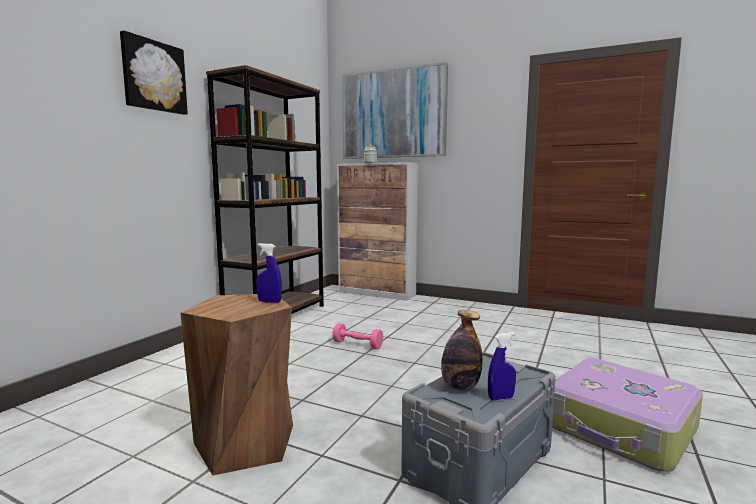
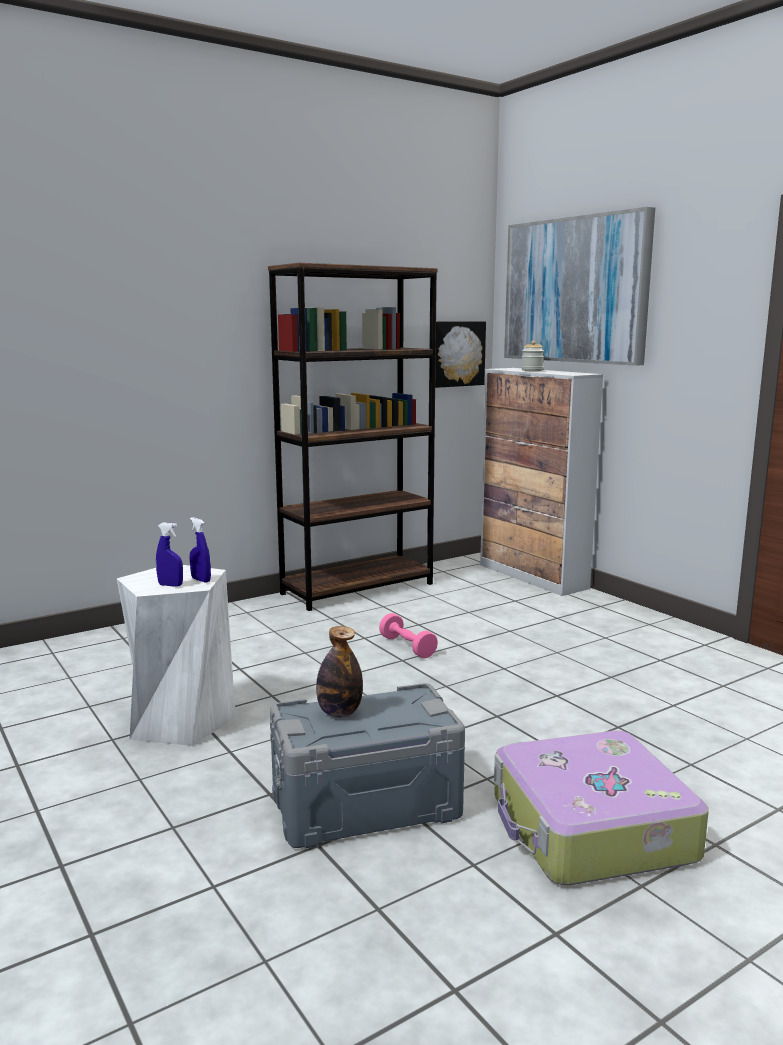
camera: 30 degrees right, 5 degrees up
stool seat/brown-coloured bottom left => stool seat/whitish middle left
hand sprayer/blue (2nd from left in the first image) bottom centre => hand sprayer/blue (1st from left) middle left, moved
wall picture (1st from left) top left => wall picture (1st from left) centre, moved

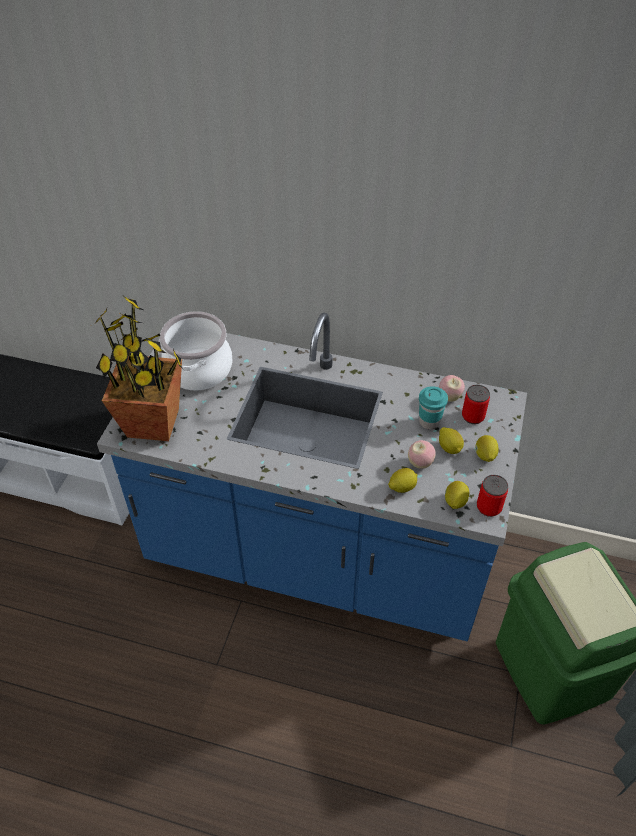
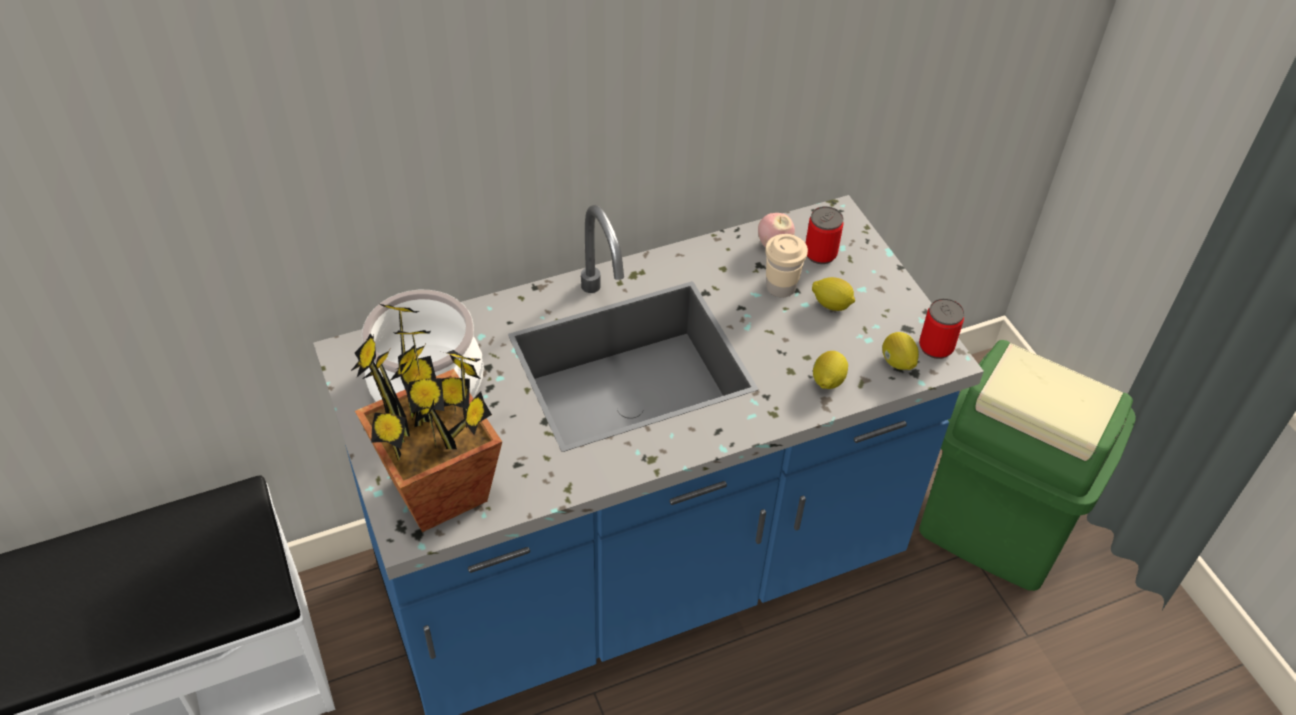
camera: 40 degrees left, 0 degrees up
drinking cup/turquoise-coloured middle right => drinking cup/beige-coloured centre
apple (1st from left) centre => nothing
whole lemon (4th from left) middle right => nothing

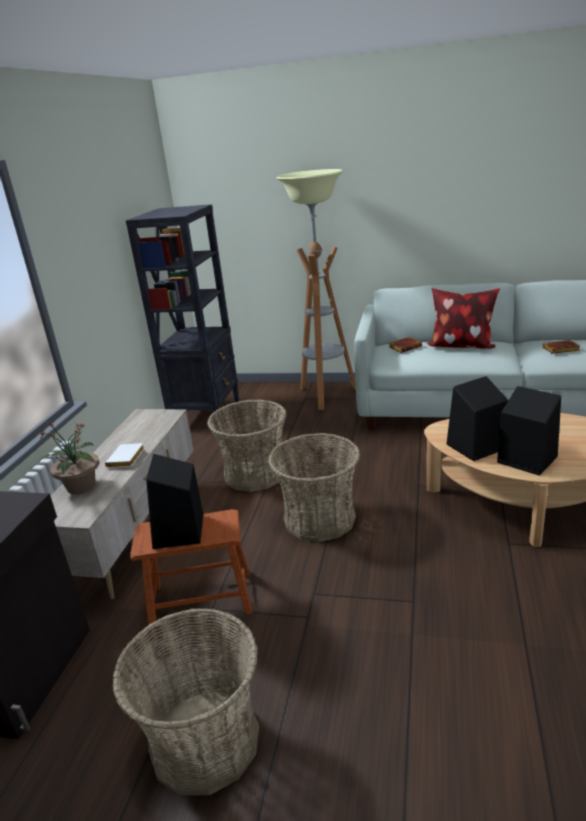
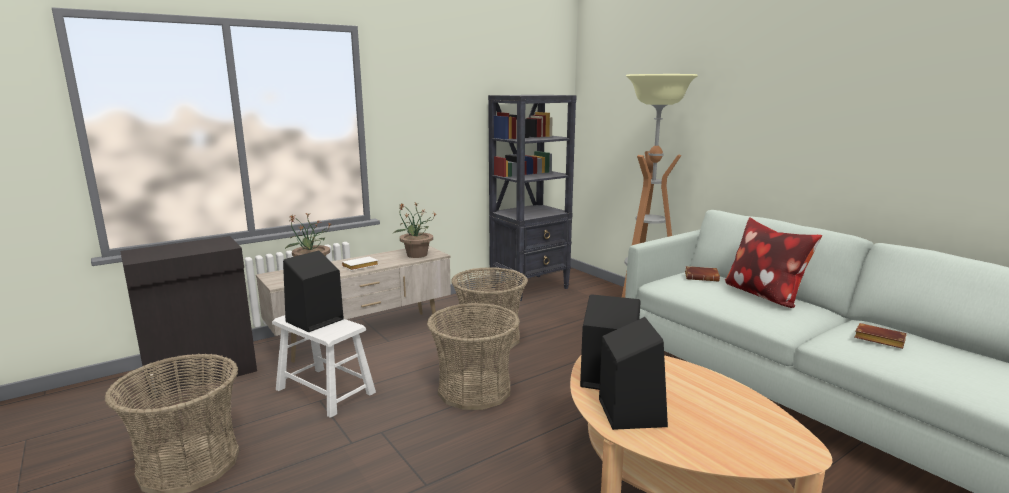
camera: 40 degrees right, 10 degrees down
stool seat/brown-coloured bottom left => stool seat/whitish bottom left
nothing => plant in a pot (2nd from left) centre

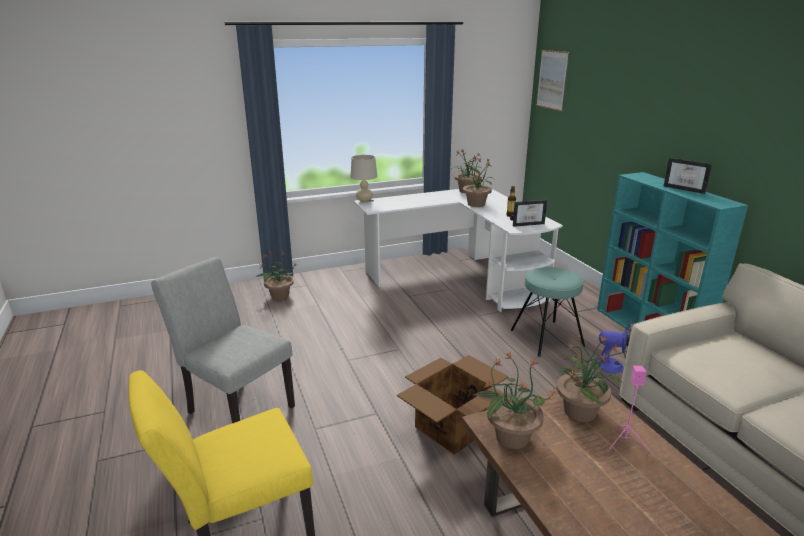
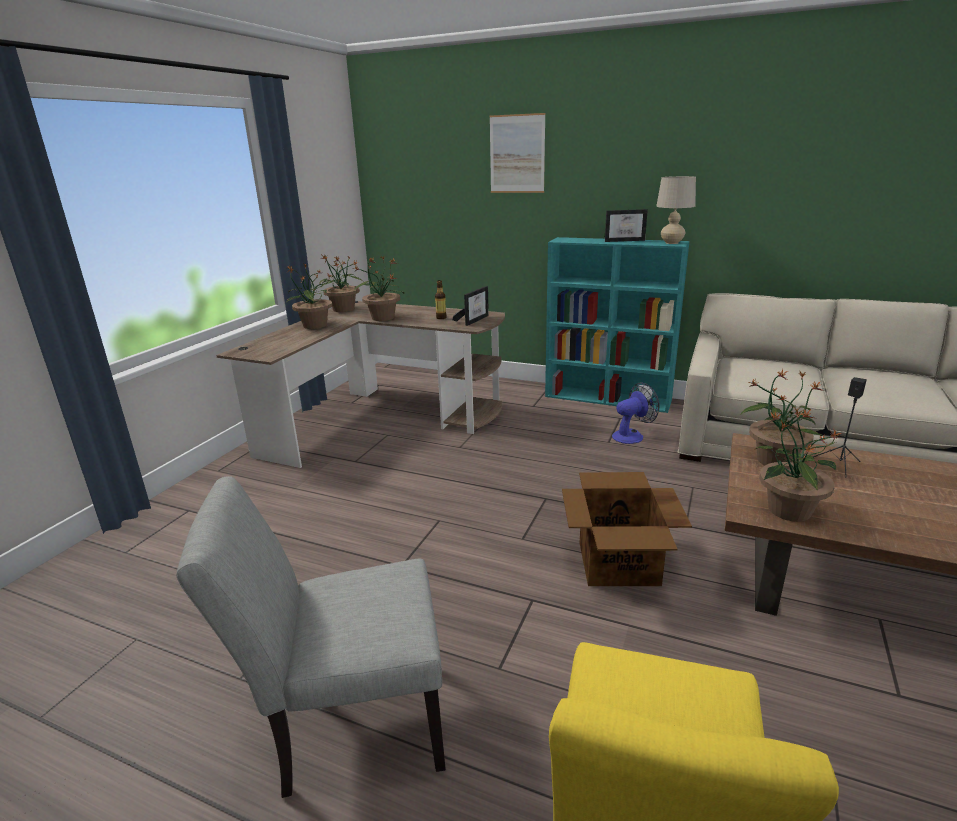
camera: 45 degrees left, 0 degrees up
desk table/whitish centre => desk table/brown-coloured centre
plant in a pot (1st from left) centre => plant in a pot (1st from left) middle left, moved
wall picture top right => wall picture top centre, moved
lamp for a table/beige-coloured centre => lamp for a table/beige-coloured top right, moved
speaker/pink-coloured bottom right => speaker/blackish middle right
stool seat/turquoise-coloured middle right => nothing

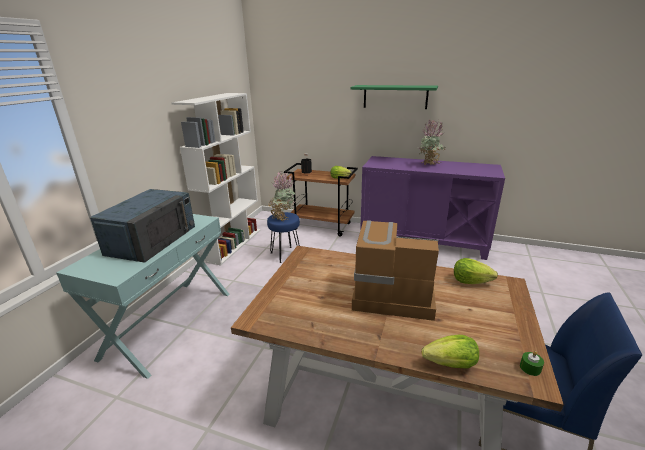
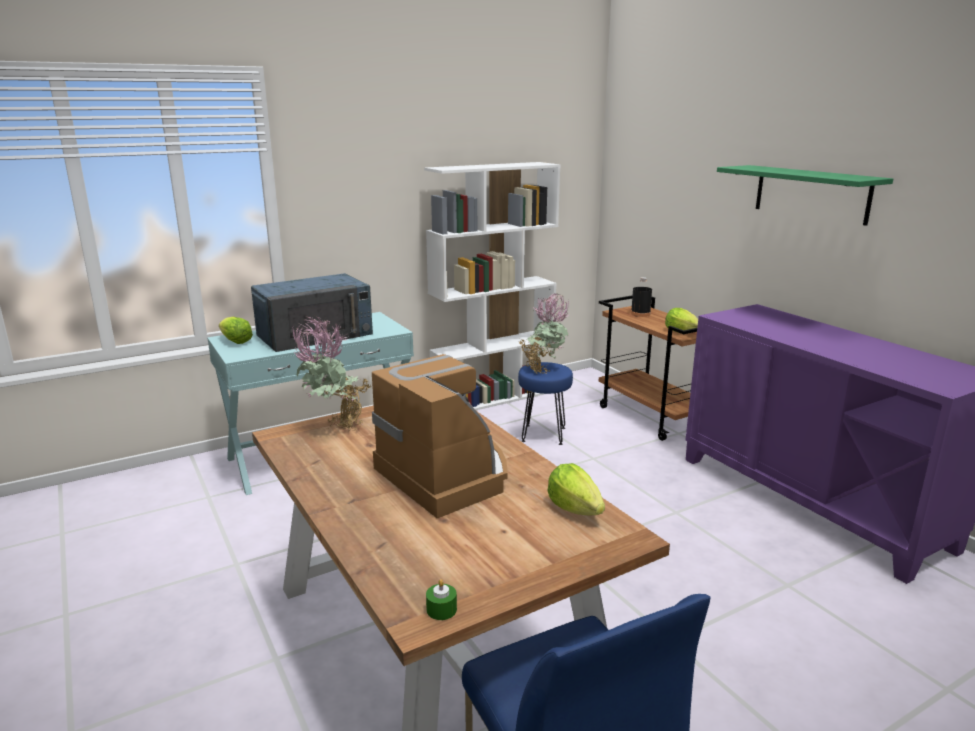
camera: 40 degrees right, 5 degrees down
lettuce head (2nd from left in the first image) bottom right => lettuce head (1st from left) middle left, moved
plant in a pot (2nd from left in the first image) top right => plant in a pot (1st from left) centre, moved

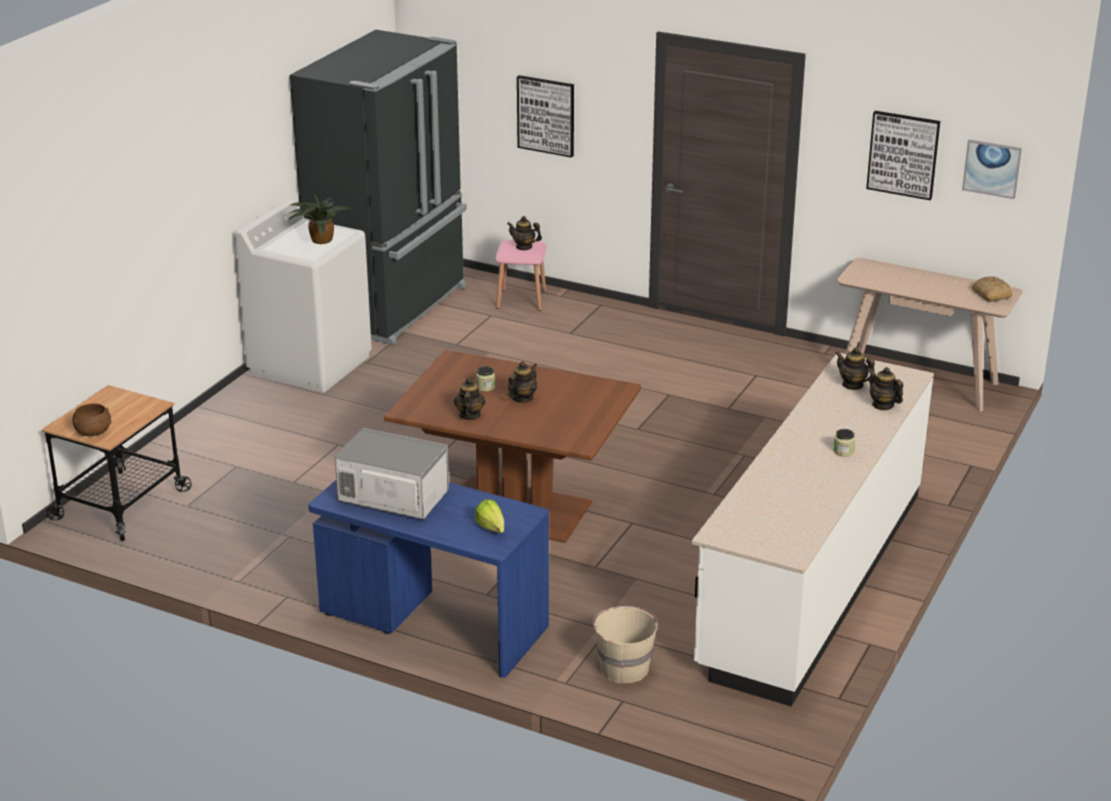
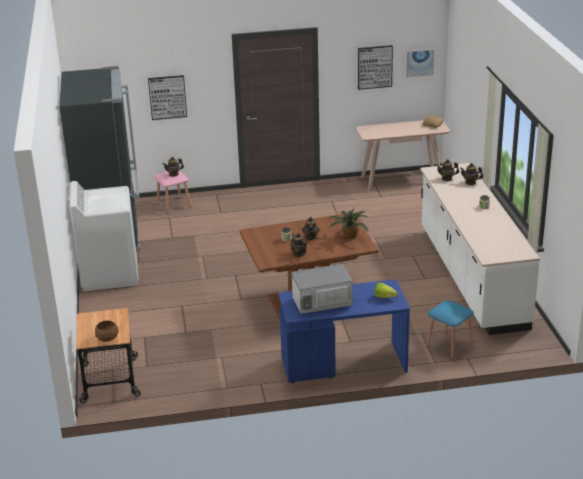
camera: 35 degrees left, 0 degrees up
plant in a pot top left => plant in a pot centre, moved
water bucket/beige-coloured bottom centre => stool seat/blue bottom right

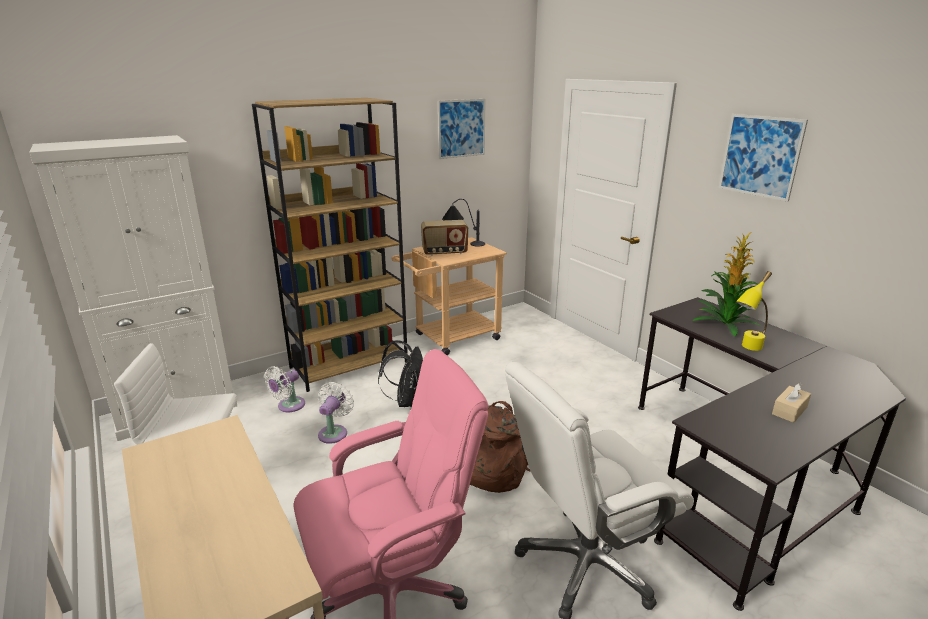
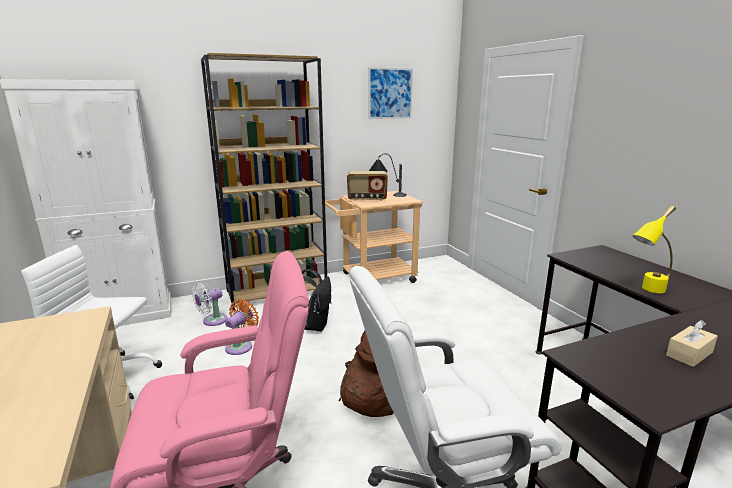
camera: 10 degrees right, 5 degrees down
electric fan/whitish (2nd from left) bottom centre => electric fan/orange bottom left
plant in a pot middle right => nothing
wall picture (2nd from left) top right => nothing

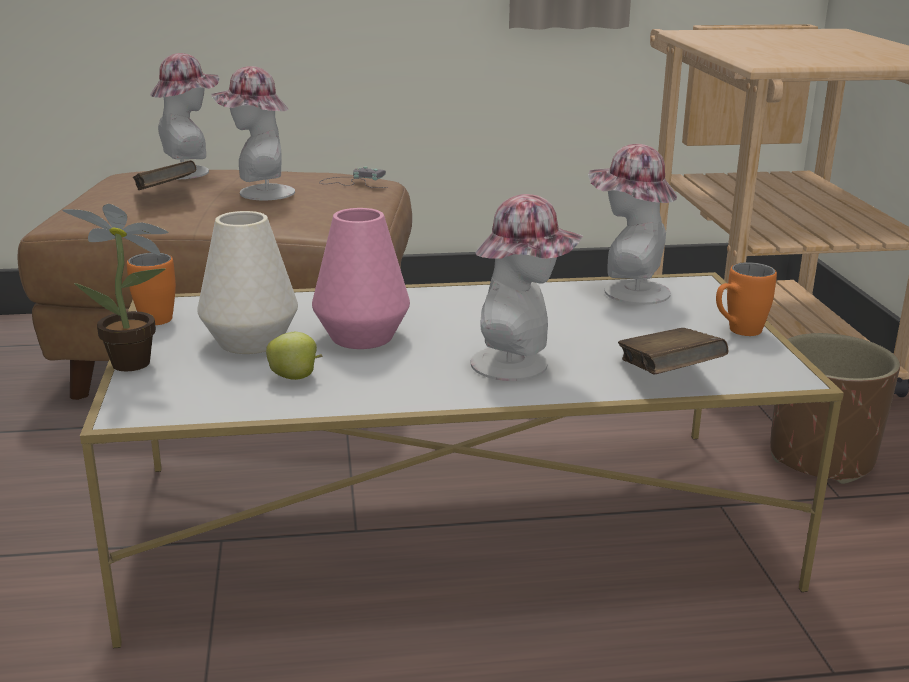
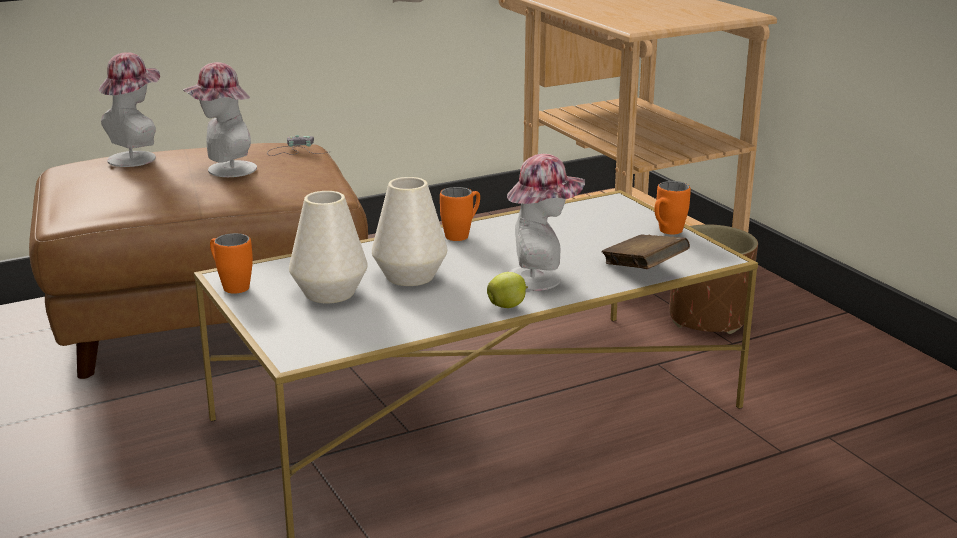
camera: 20 degrees left, 0 degrees up
flower vase/pink-coloured centre => flower vase/whitish (2nd from left) centre
nothing => tea mug/orange (2nd from left) centre
apple middle left => apple centre, moved
plant in a pot middle left => nothing
book/brown-coloured (1st from left) top left => nothing
hat (4th from left) top right => nothing

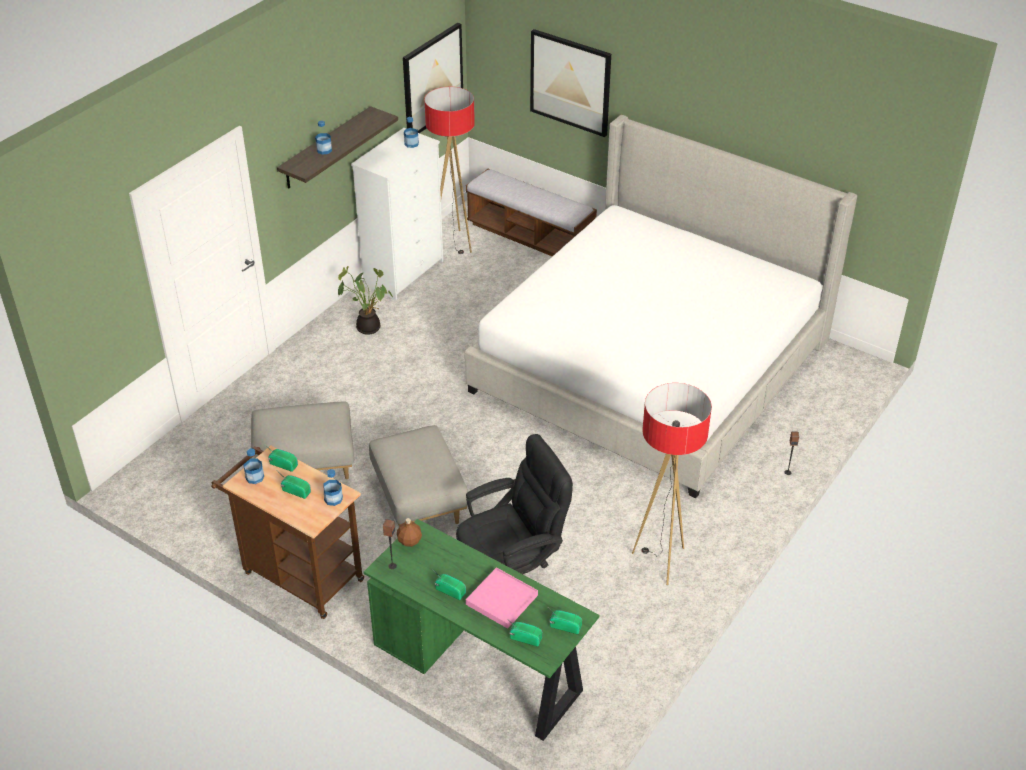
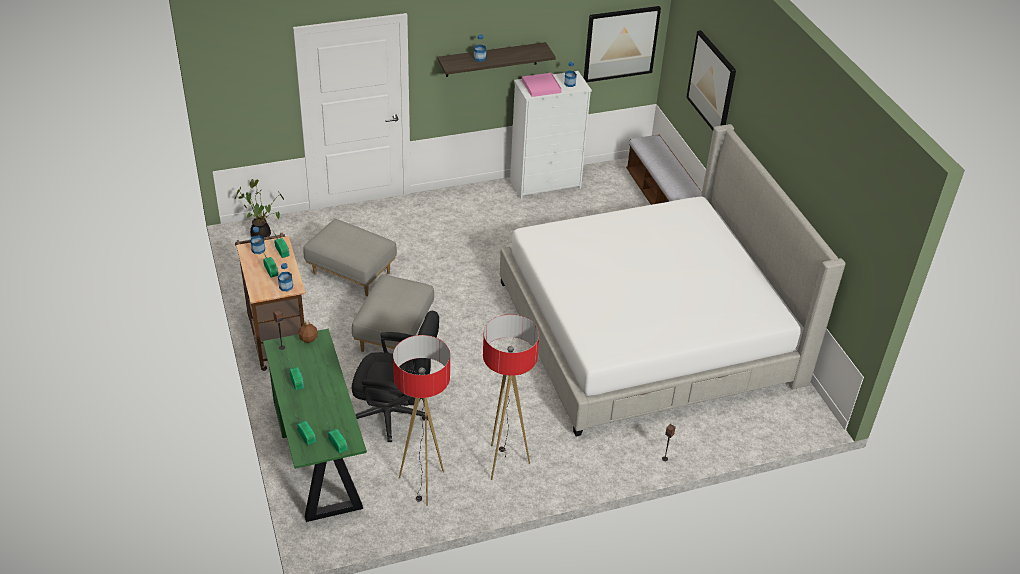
camera: 35 degrees right, 0 degrees up
plant in a pot centre => plant in a pot middle left, moved
standing lamp (1st from left) top centre => standing lamp (1st from left) bottom centre, moved
serving tray/pink-coloured bottom centre => serving tray/pink-coloured top centre, moved

